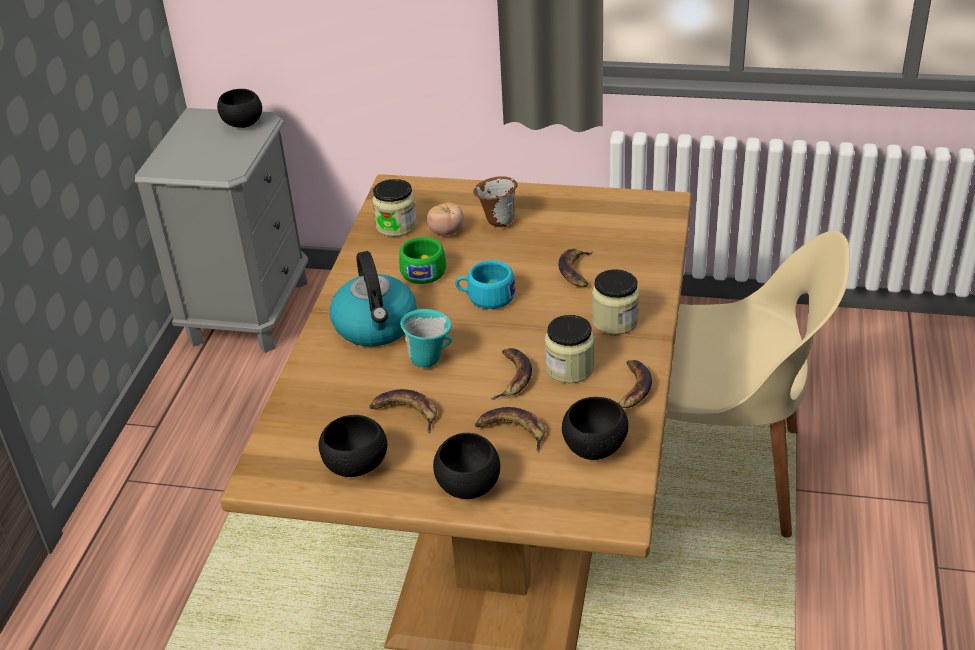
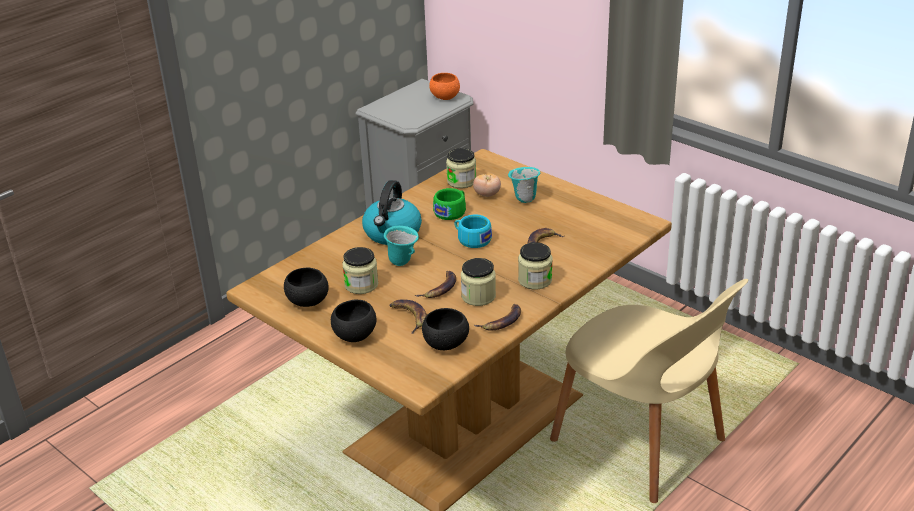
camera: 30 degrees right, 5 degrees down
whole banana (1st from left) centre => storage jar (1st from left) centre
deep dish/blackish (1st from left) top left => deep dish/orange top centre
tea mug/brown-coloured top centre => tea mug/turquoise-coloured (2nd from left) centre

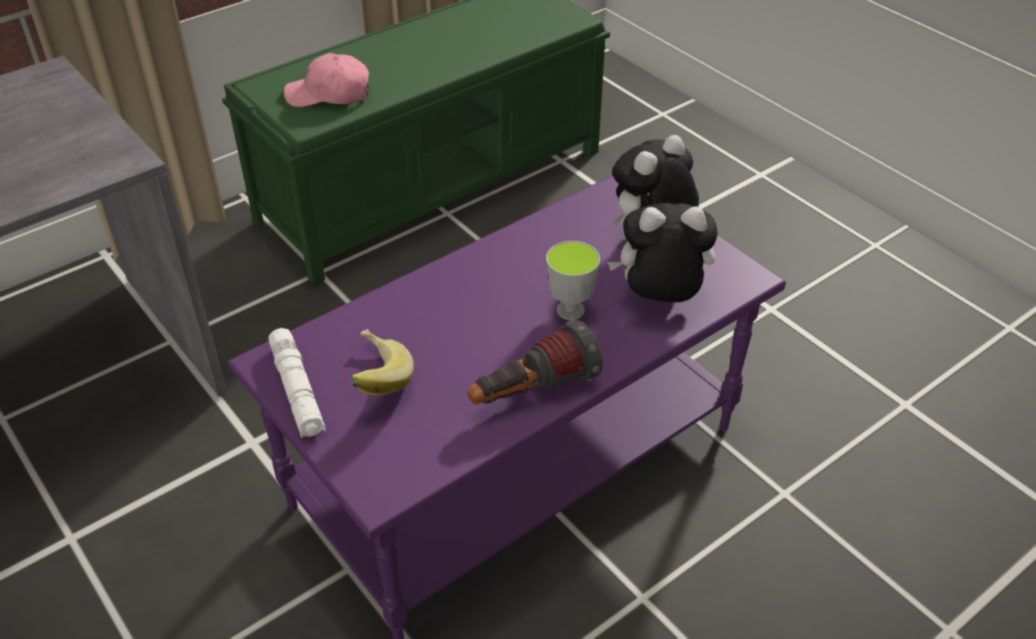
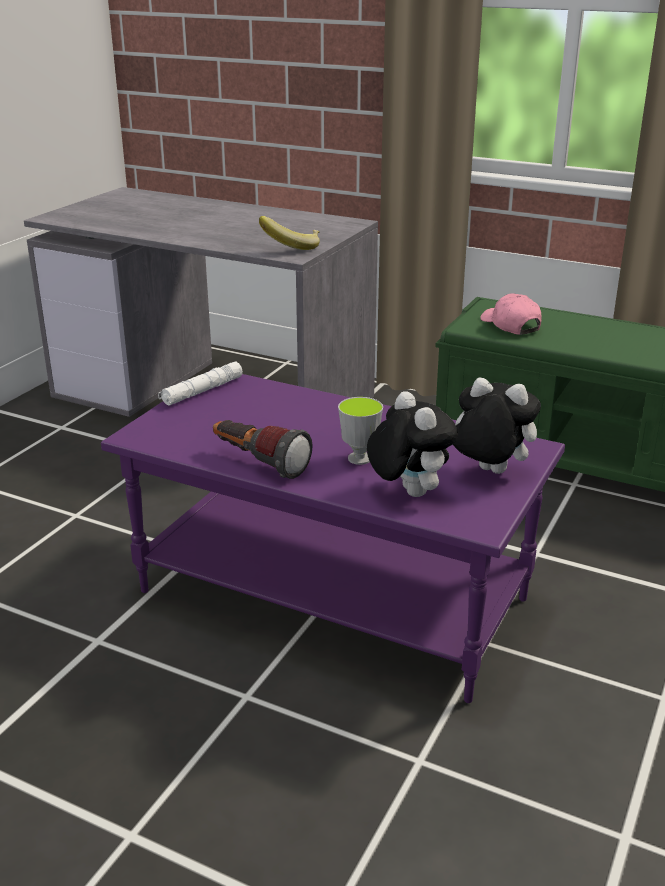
camera: 65 degrees right, 15 degrees down
whole banana centre => whole banana top centre, moved

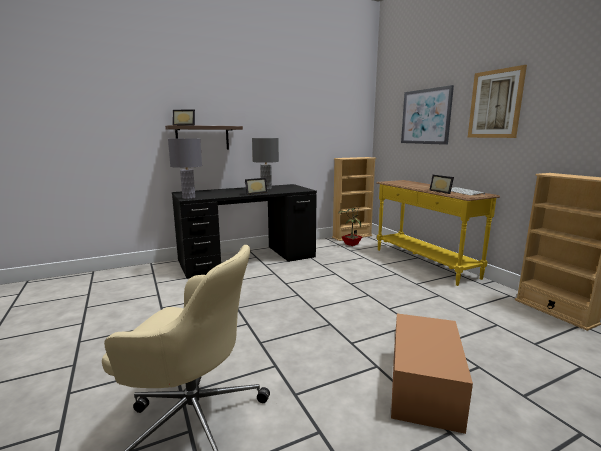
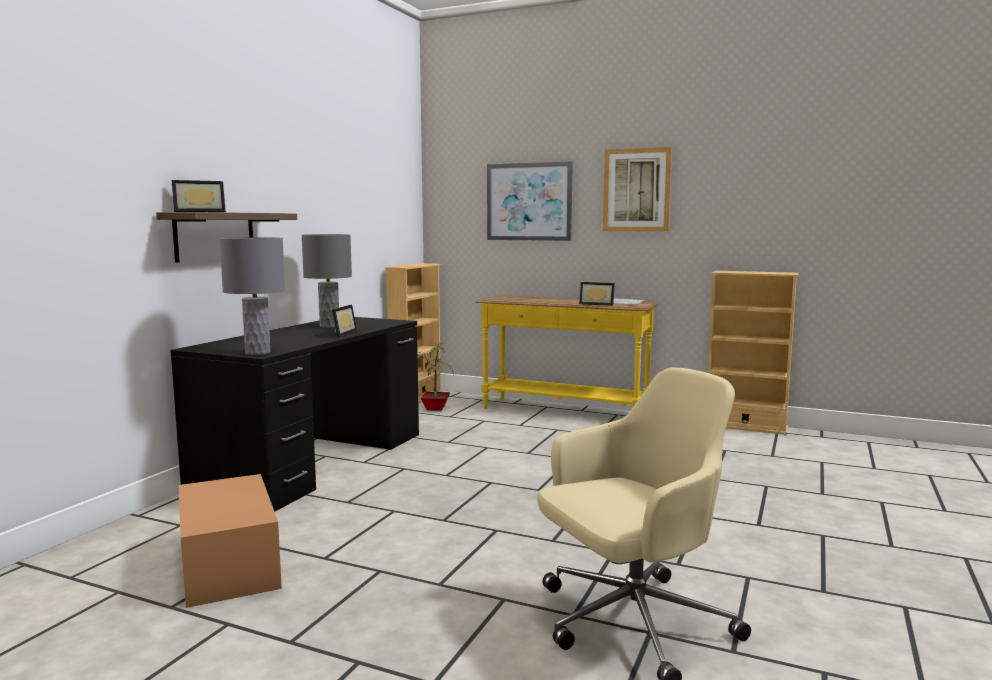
camera: 40 degrees left, 5 degrees down
cardboard box bottom right => cardboard box bottom left, moved

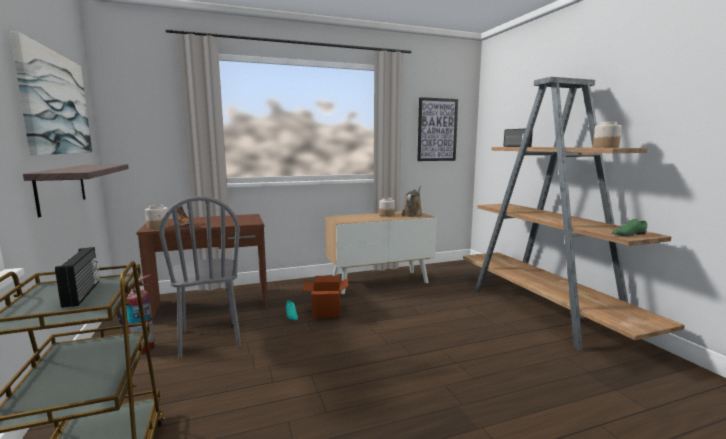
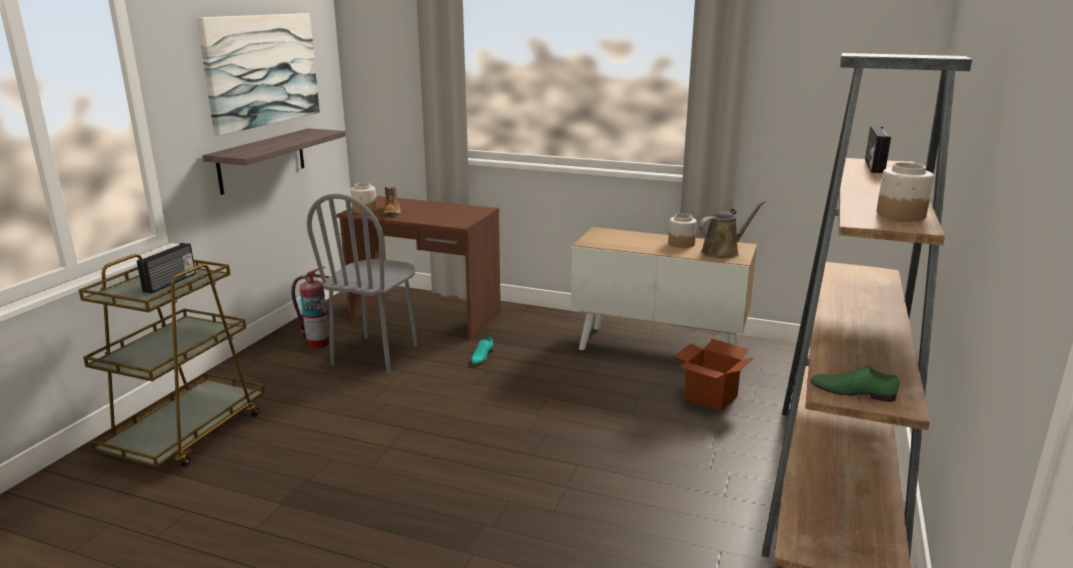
camera: 40 degrees right, 10 degrees up
cardboard box bottom centre => cardboard box centre, moved
wall picture (2nd from left) top centre => nothing

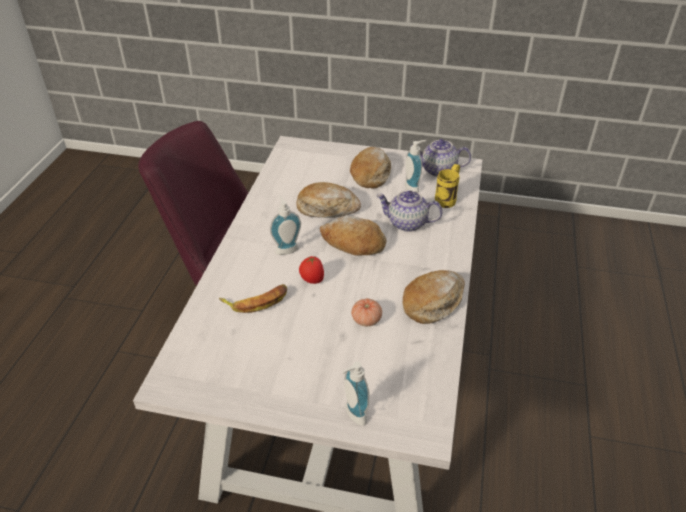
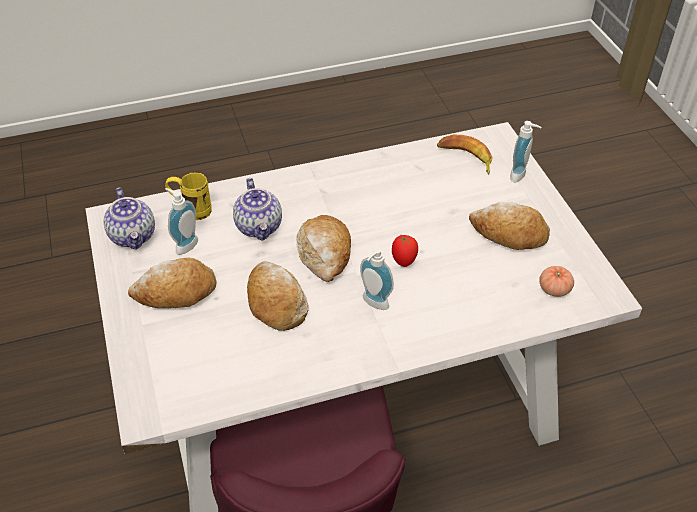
camera: 120 degrees left, 5 degrees up
whole banana centre => whole banana top right, moved
bakery bread (4th from left) centre => bakery bread (4th from left) middle right, moved
whole tomato (2nd from left) centre => whole tomato (2nd from left) middle right, moved

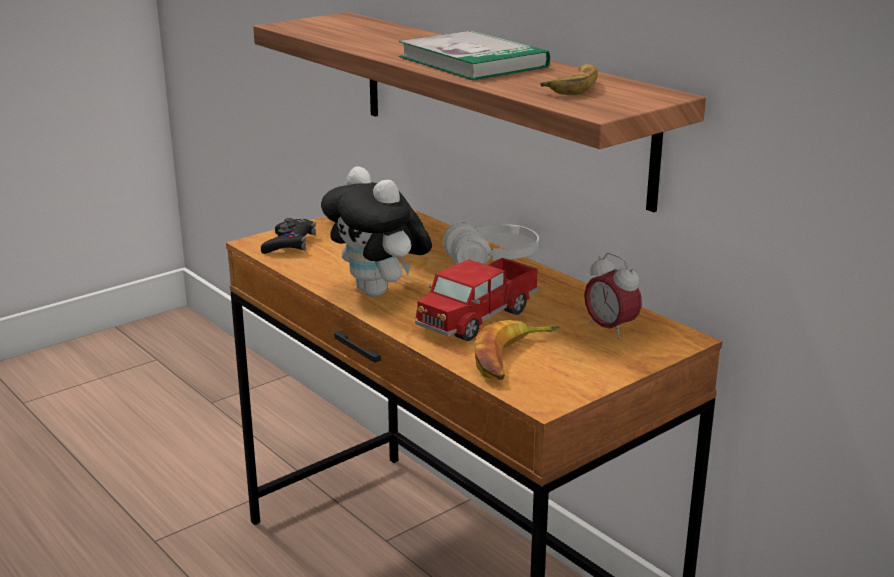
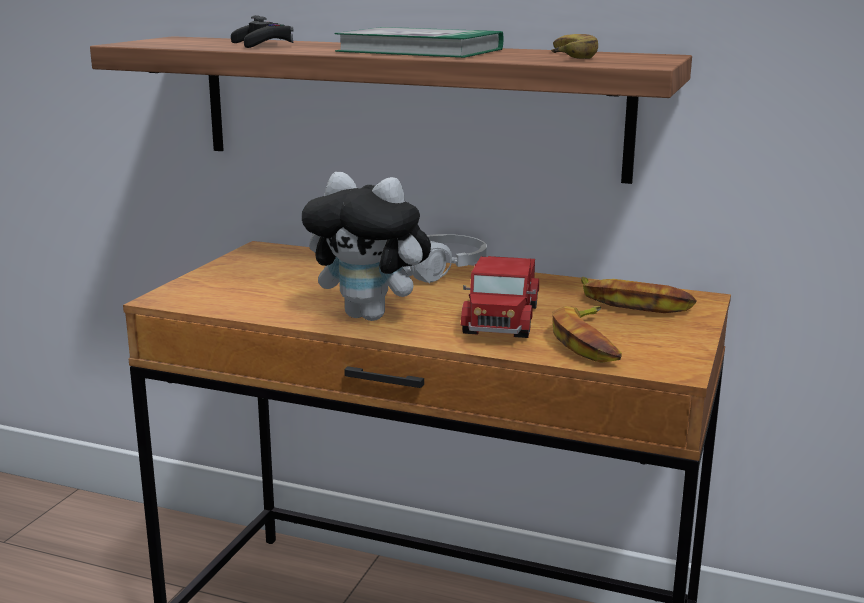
camera: 30 degrees left, 5 degrees down
game controller/blackish middle left => game controller/blackish top left, moved
alarm clock middle right => whole banana (3rd from left) middle right

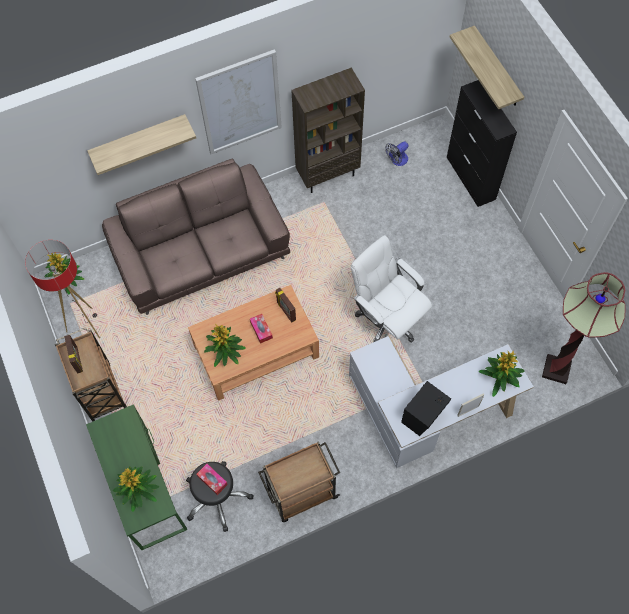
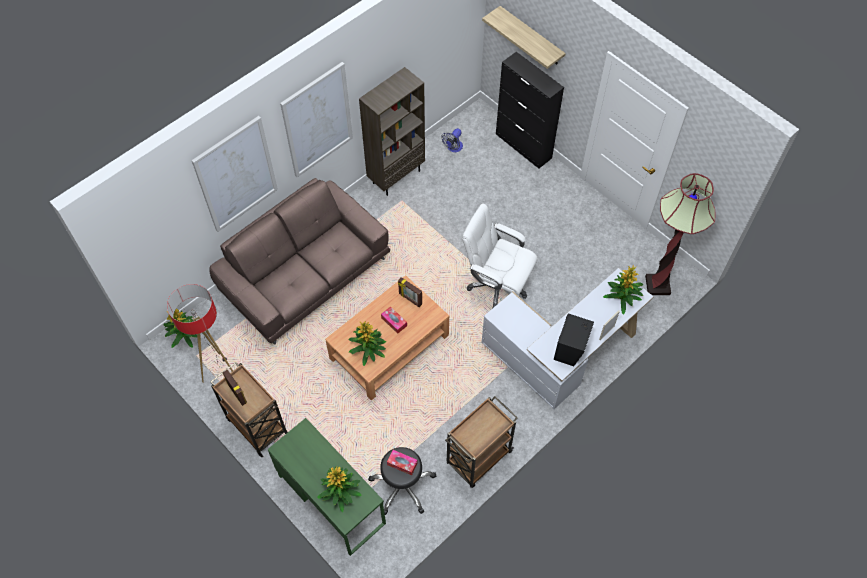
camera: 20 degrees left, 5 degrees down
shelf (1st from left) top left => wall picture (1st from left) top left

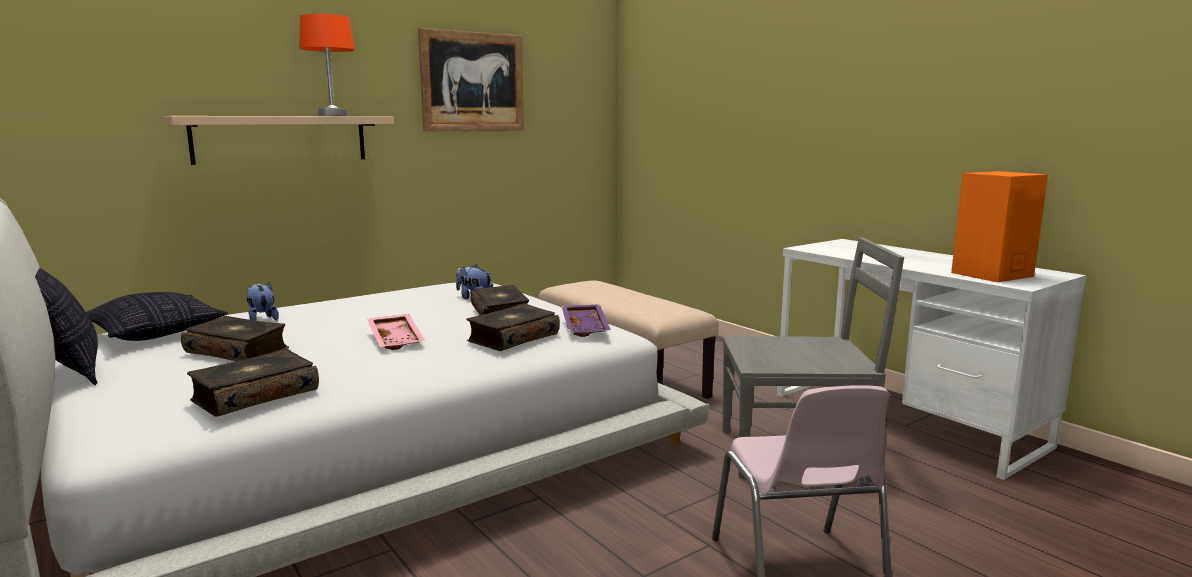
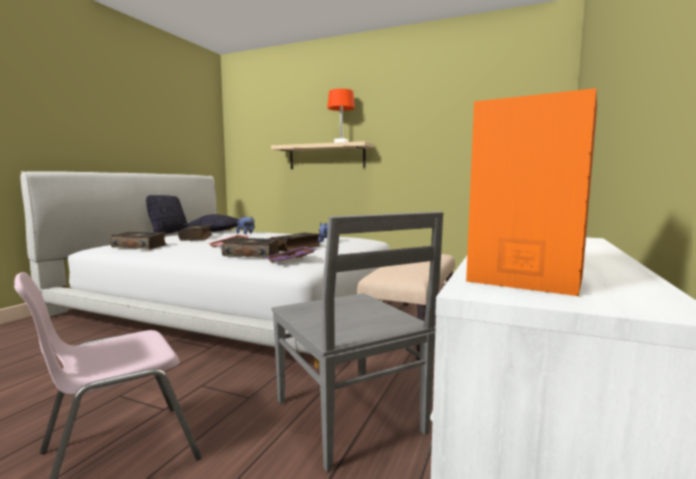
camera: 60 degrees right, 5 degrees down
wall picture top centre => nothing

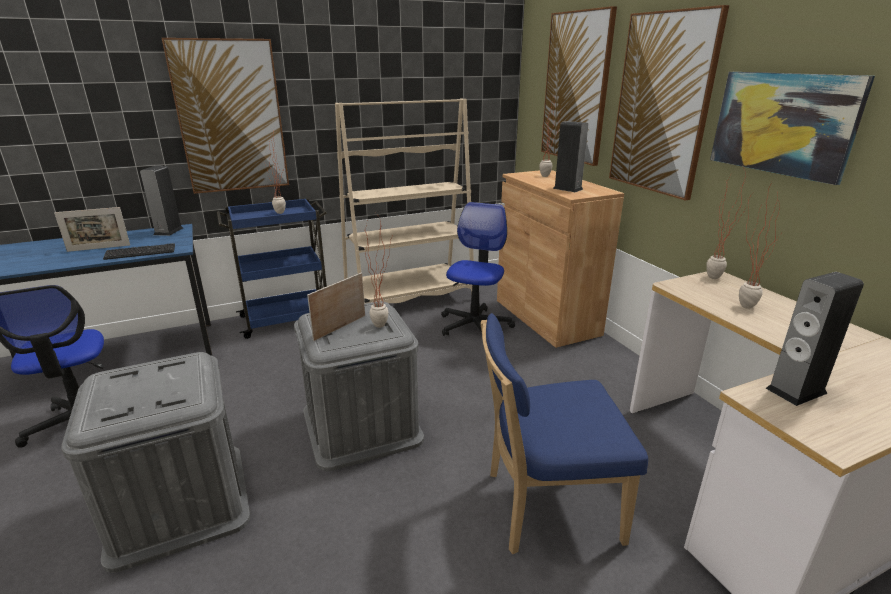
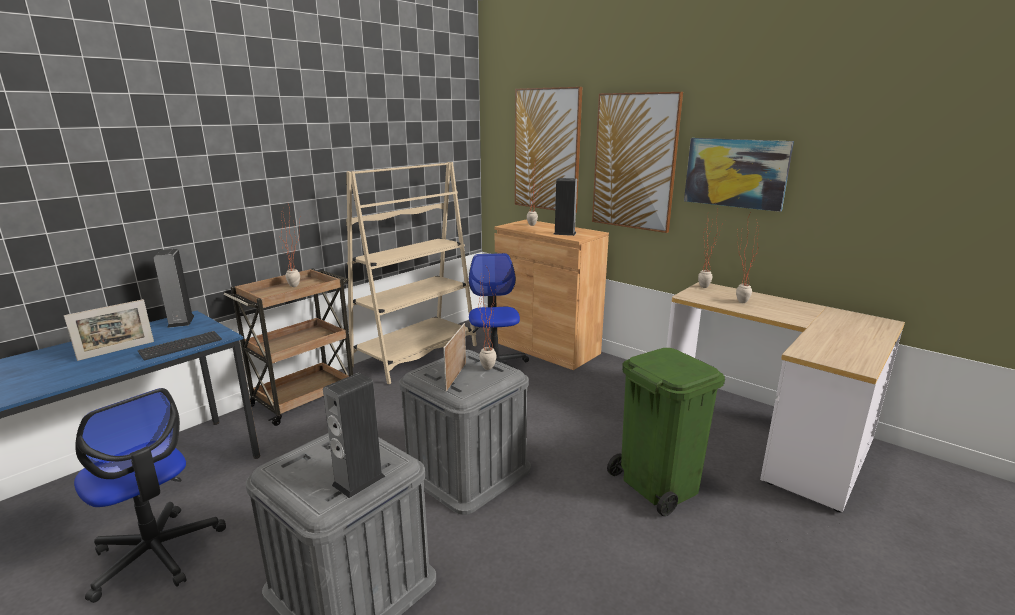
camera: 25 degrees left, 5 degrees down
wheeled cart/blue middle left => wheeled cart/brown-coloured middle left
speaker (3rd from left in the first image) middle right => speaker (2nd from left) bottom centre, moved
chair/blue bottom centre => trash can/green-coloured bottom centre
wall picture (1st from left) top left => nothing

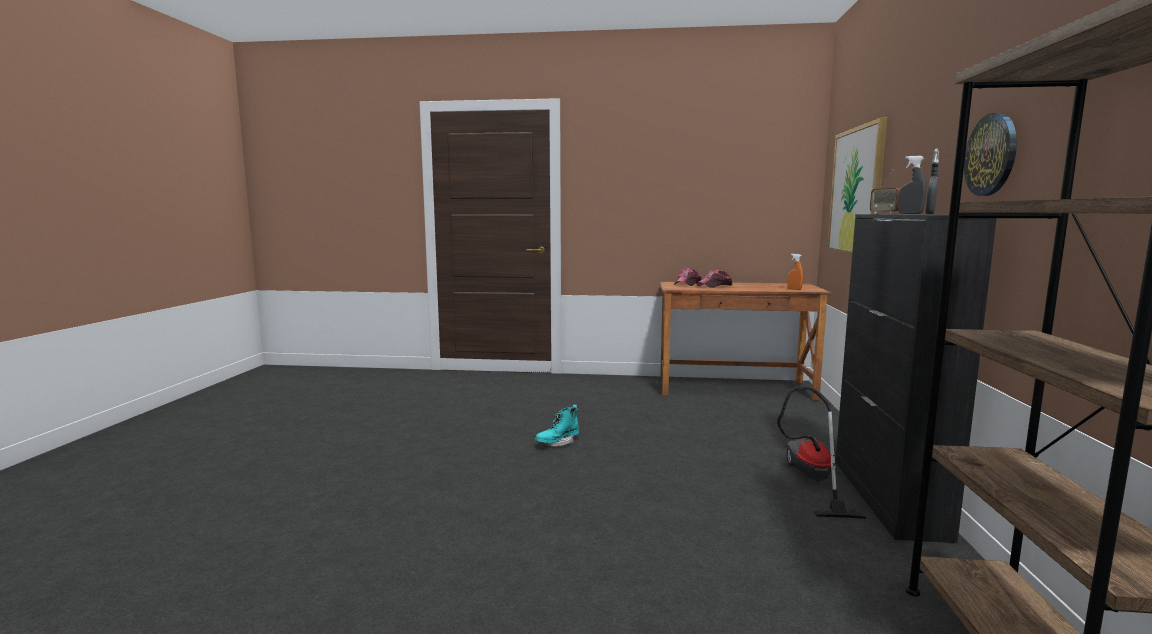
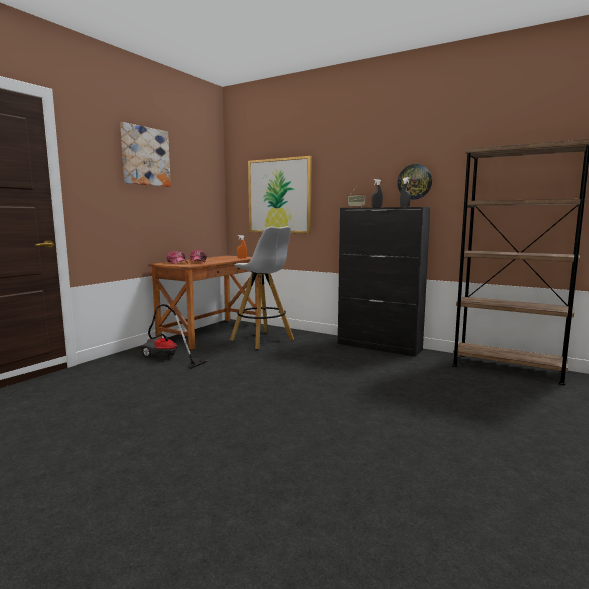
camera: 65 degrees left, 0 degrees up
nothing => wall picture (1st from left) top left
hoover bottom right => hoover middle left, moved
nothing => stool seat/whitish centre
high-top boot/turquoise-coloured bottom centre => nothing

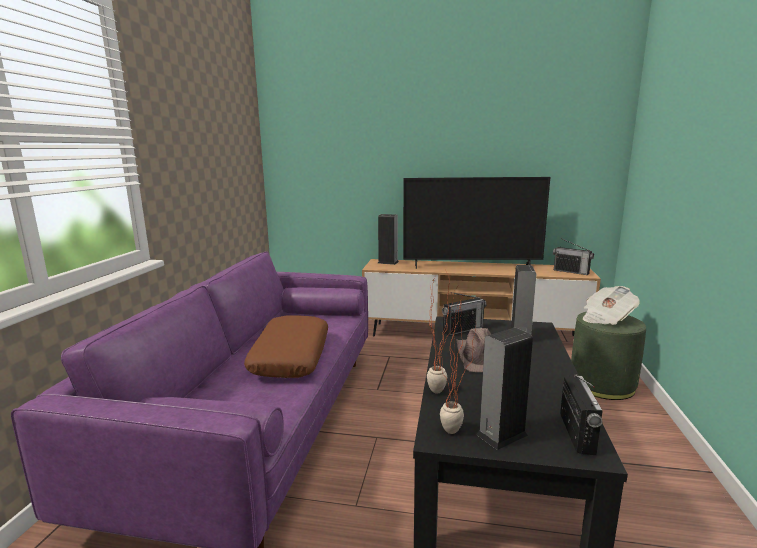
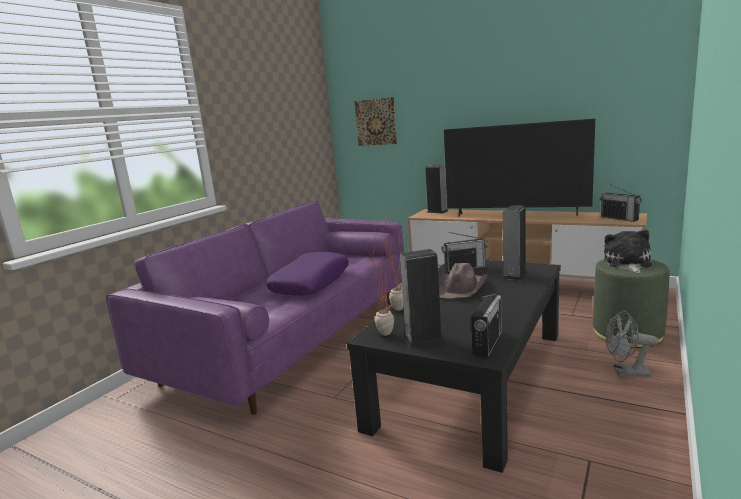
camera: 20 degrees right, 0 degrees up
pillow/brown-coloured centre => pillow/purple-coloured centre
nothing => wall picture top centre
newspaper middle right => plush toy middle right
nothing => electric fan/gray bottom right

